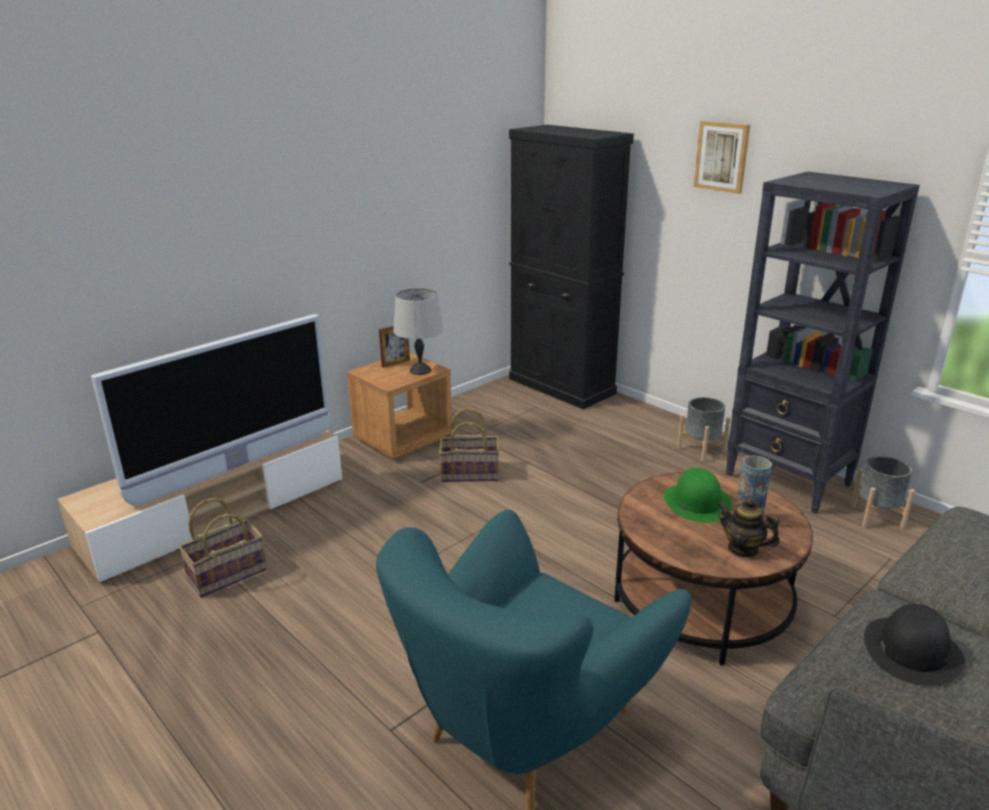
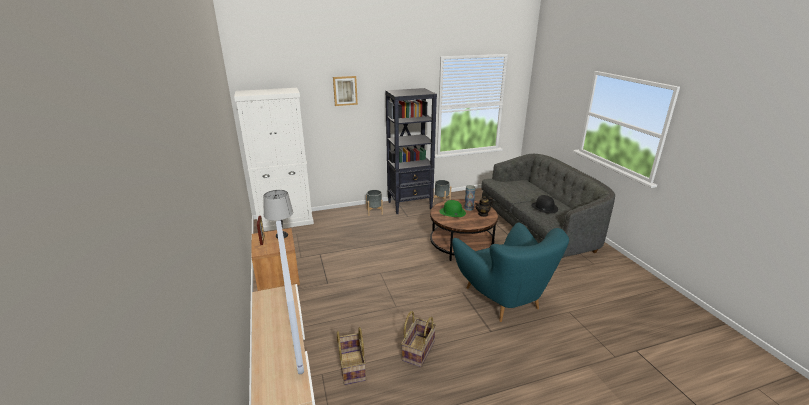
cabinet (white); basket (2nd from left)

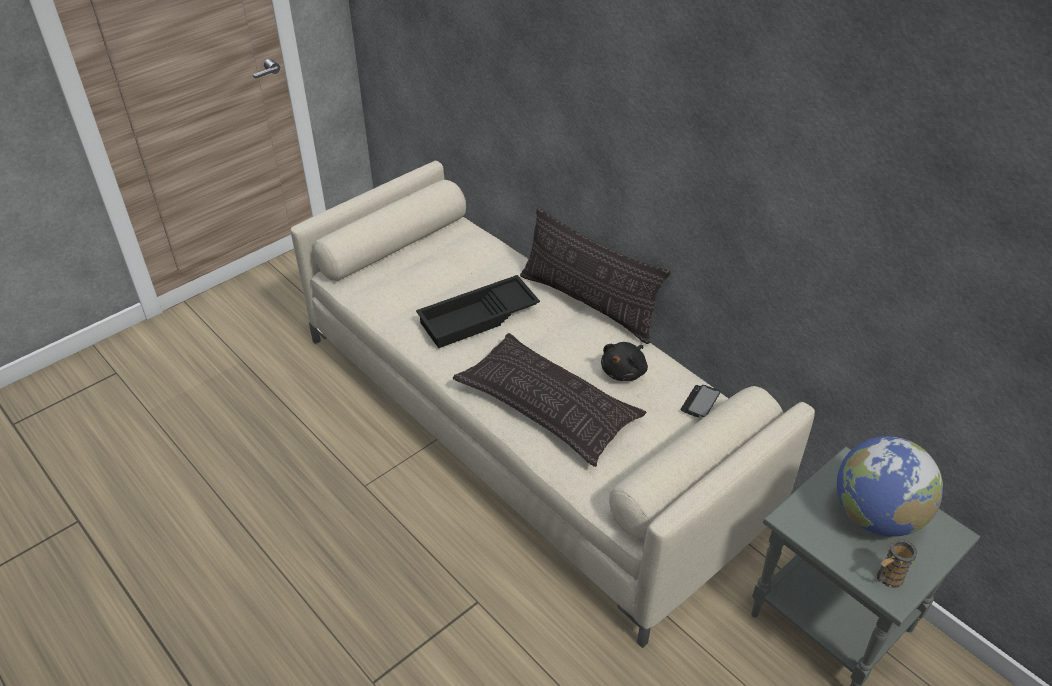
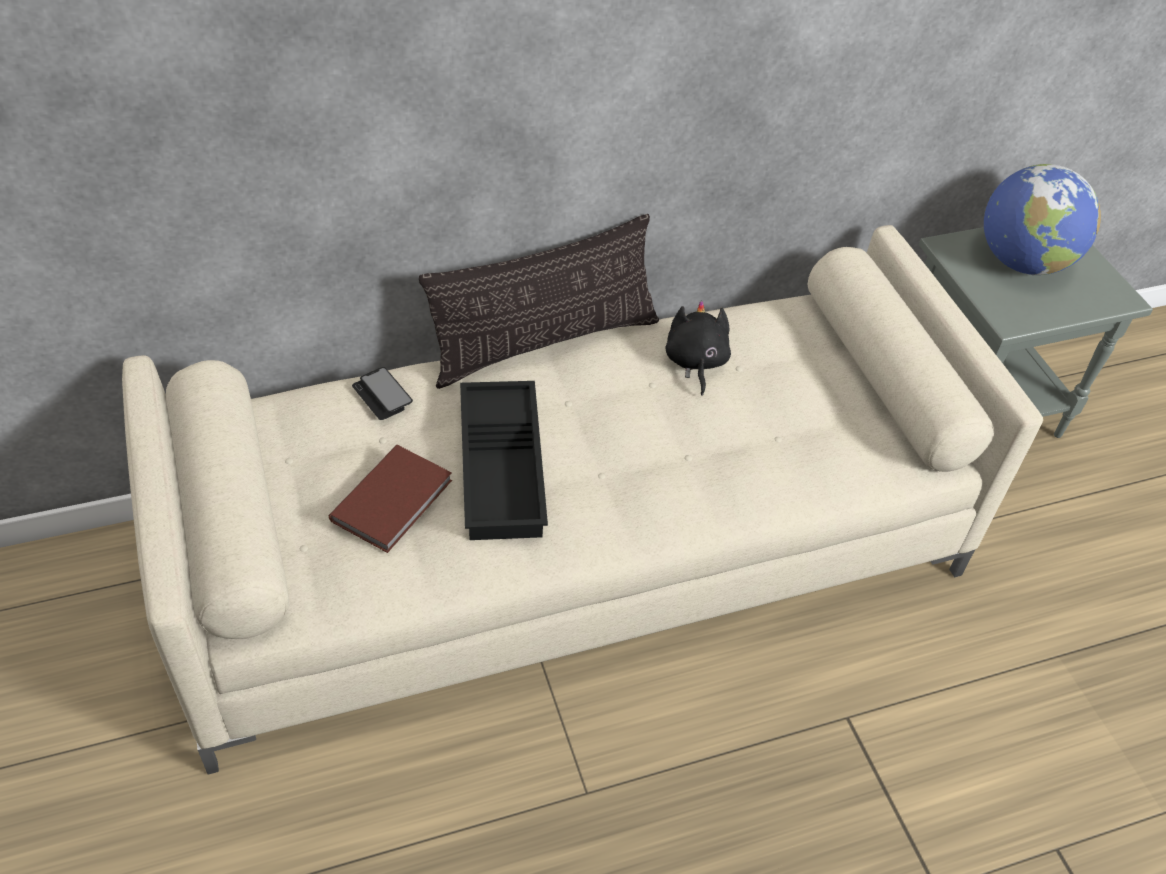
pillow (1st from left in the first image); plush toy (black); phone; mug; book (brown)

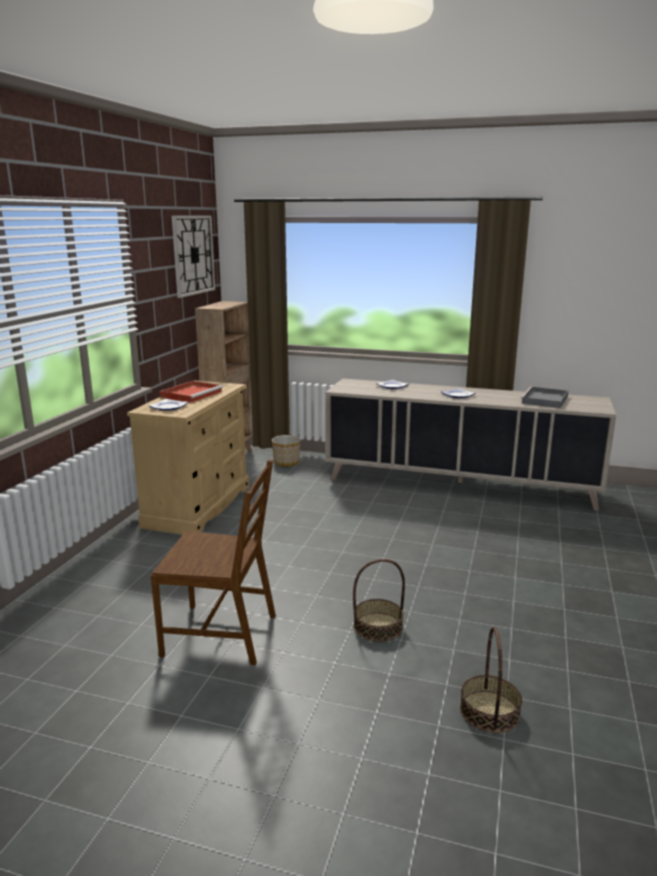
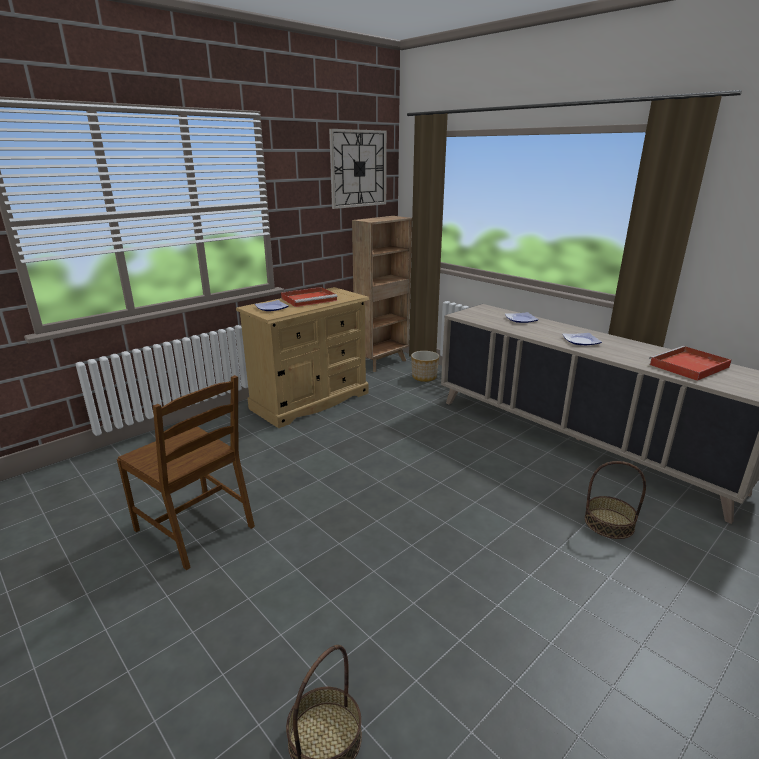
tray (red) (2nd from left); basket (2nd from left)

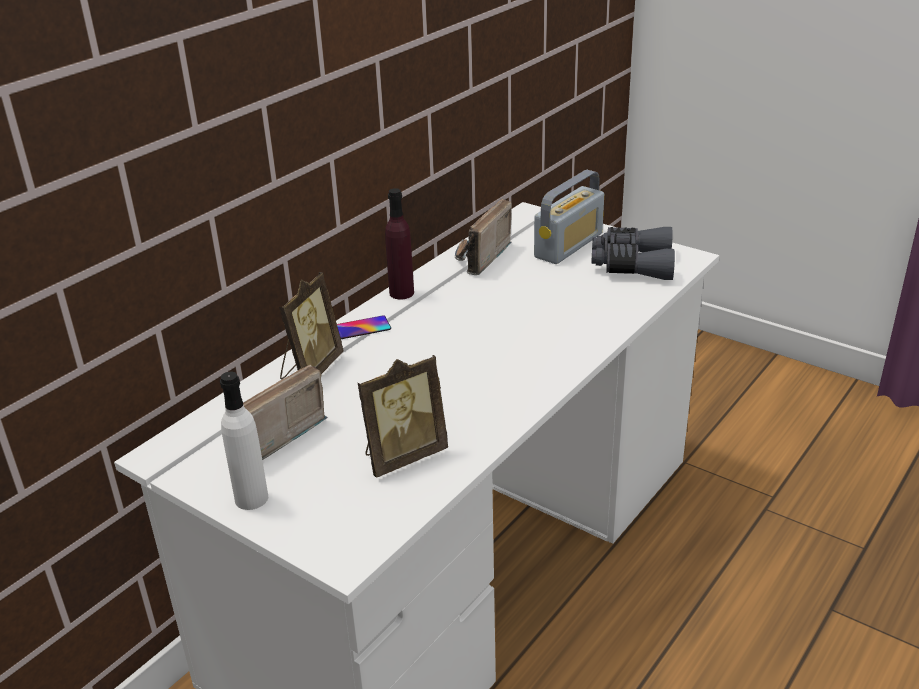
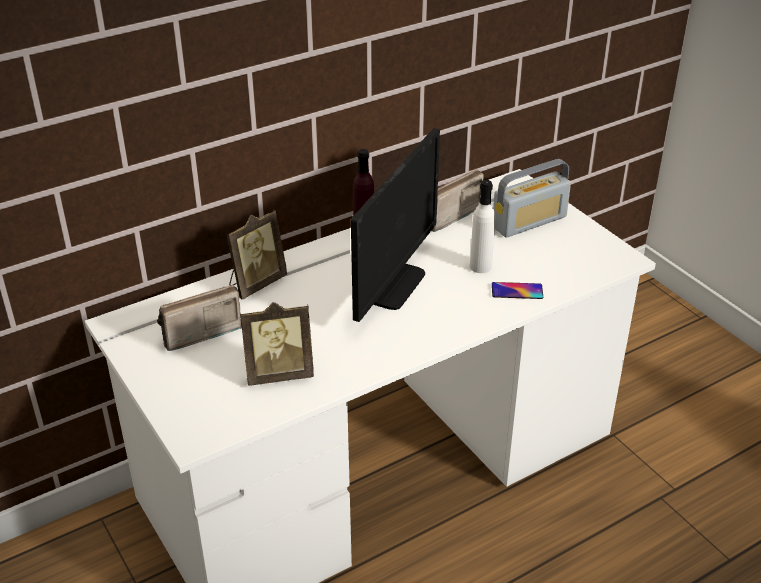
binoculars (grey); phone; bottle (white); monitor

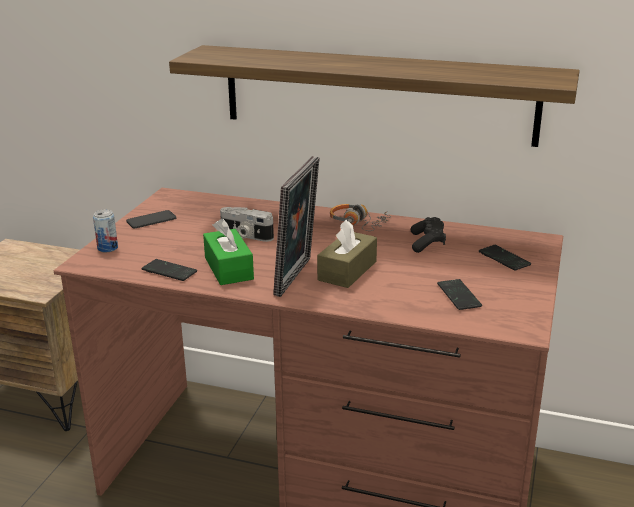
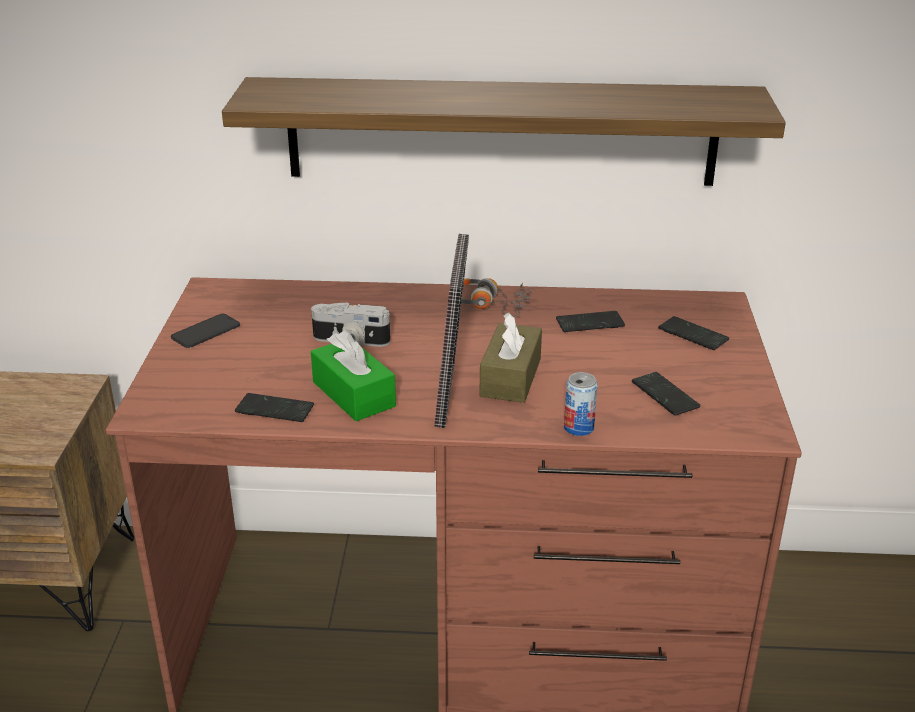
can; phone (3rd from left)

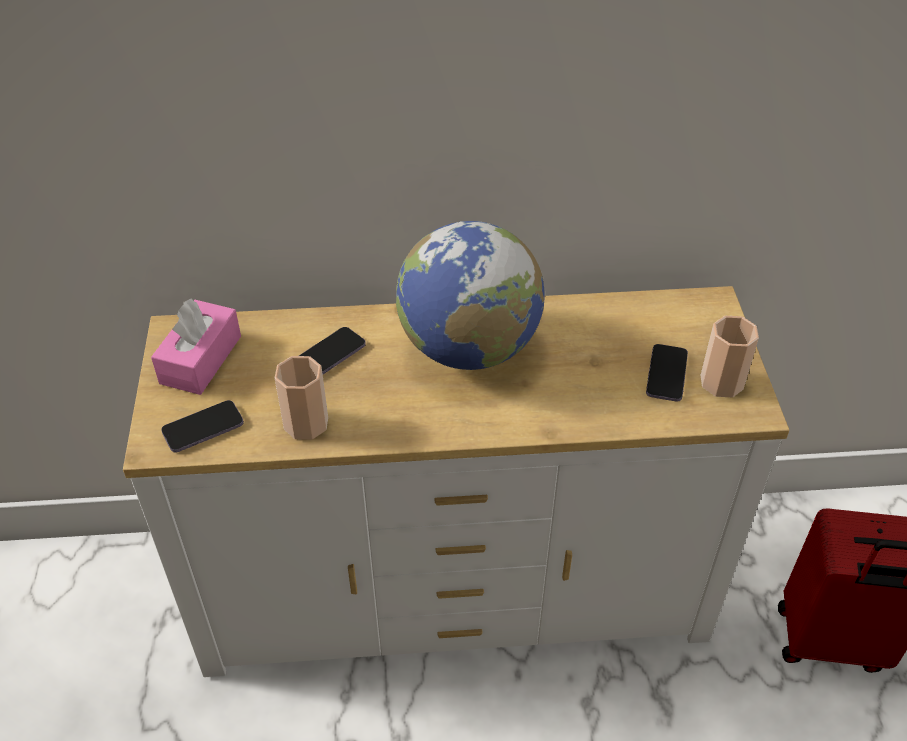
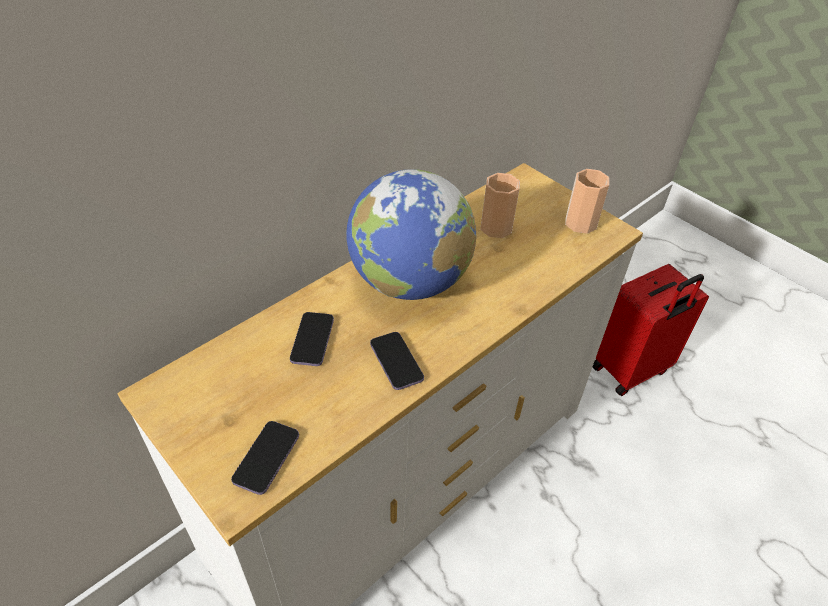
tissue box (pink); phone (3rd from left); cup (1st from left)

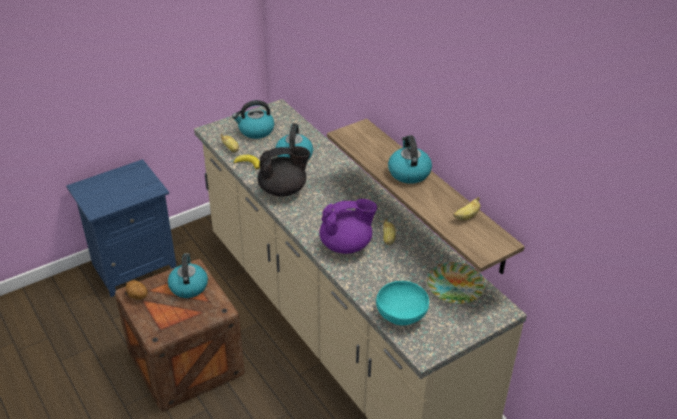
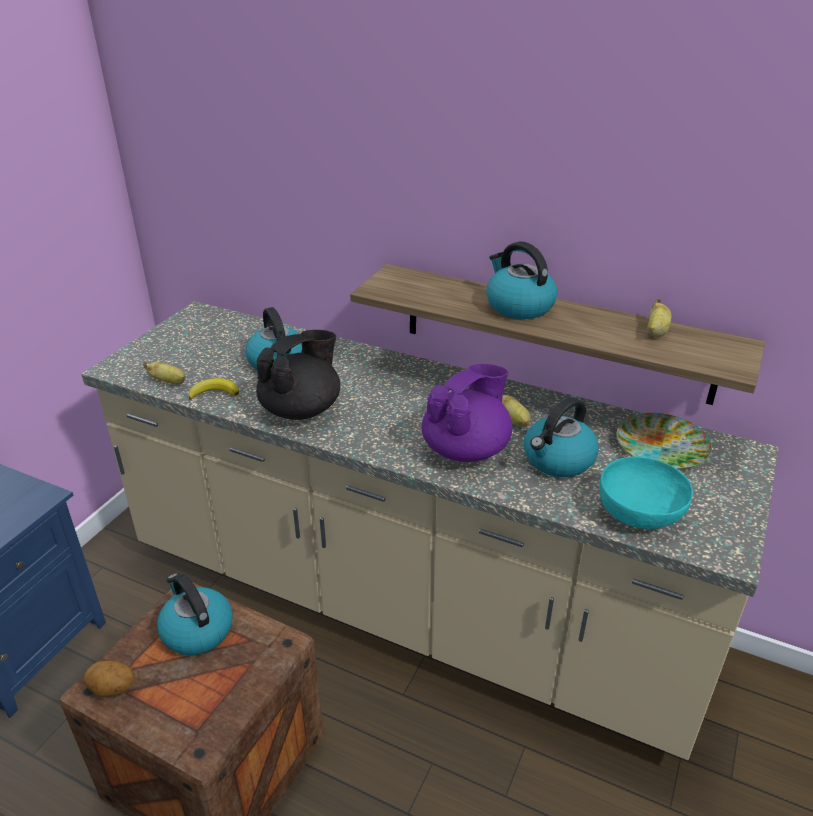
kettle (4th from left)

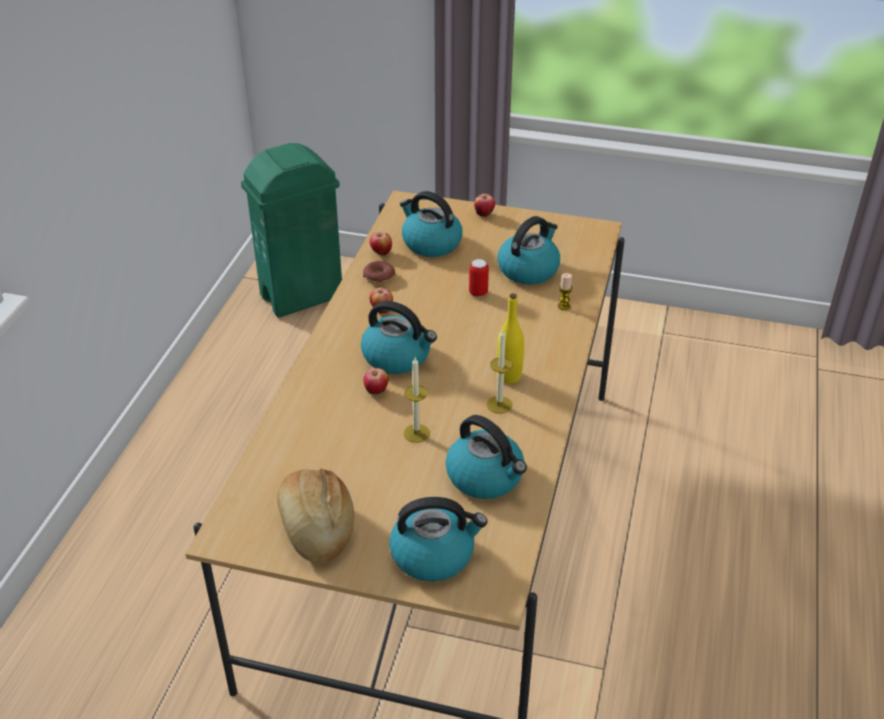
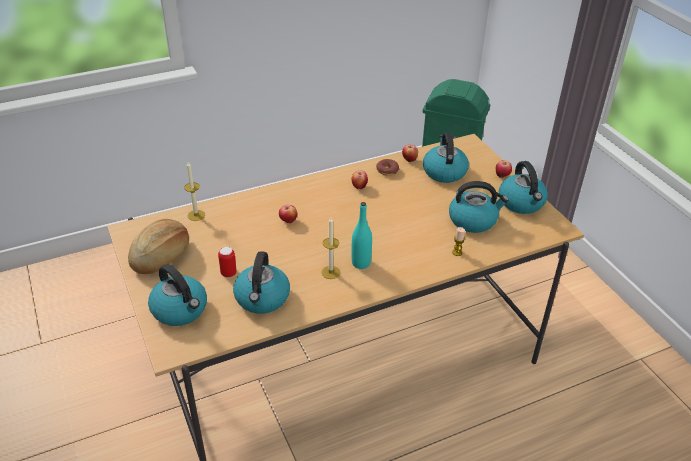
can; bottle (turquoise); kettle (5th from left); candle (1st from left)

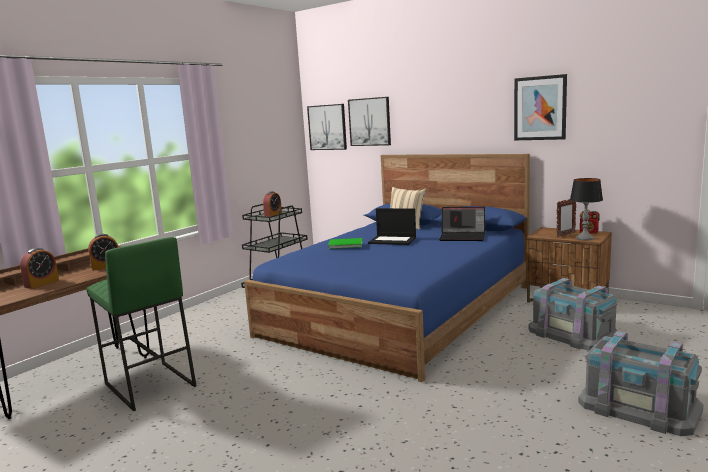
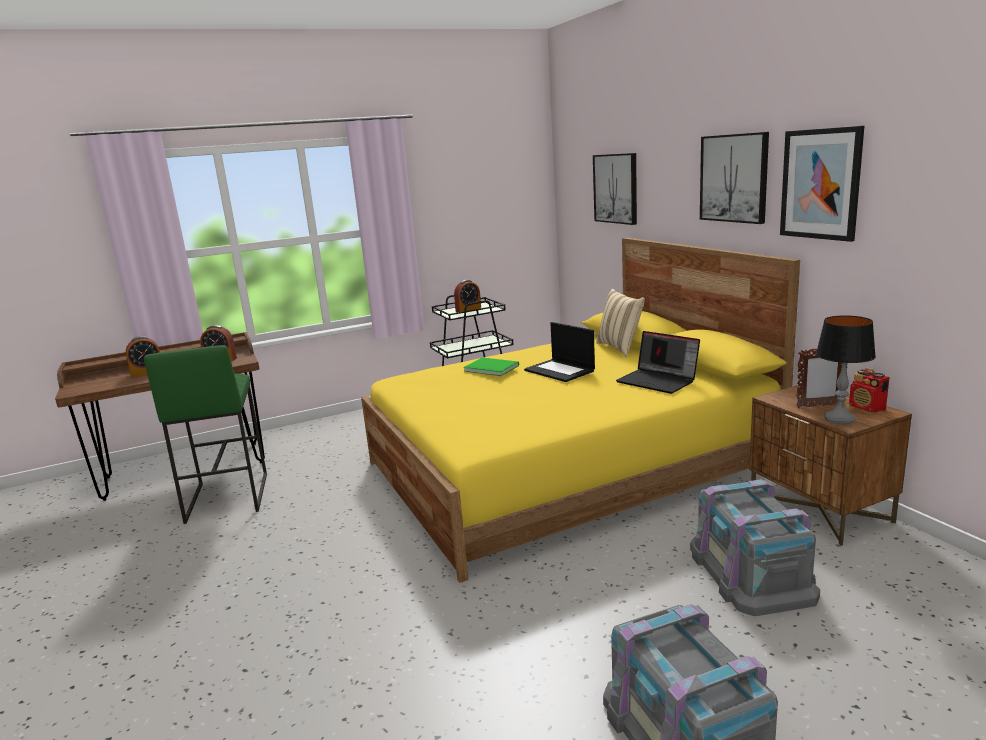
picture (2nd from left); bed (yellow)

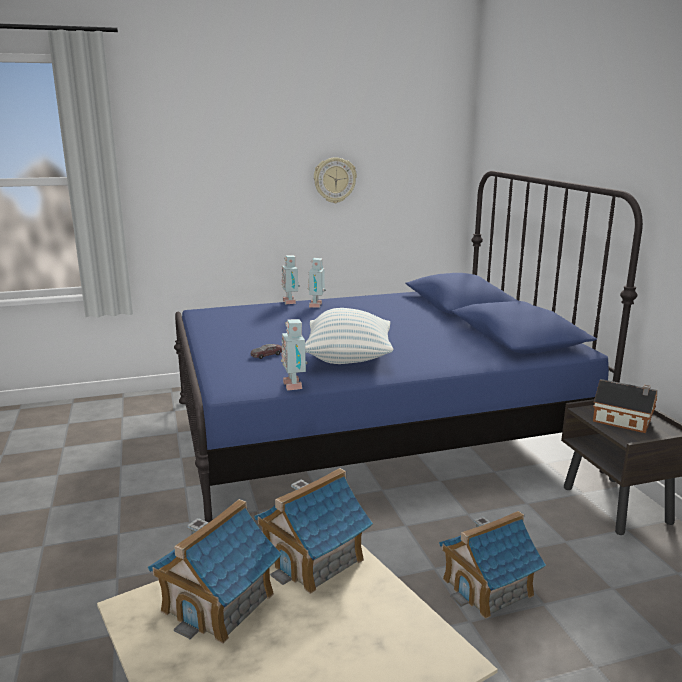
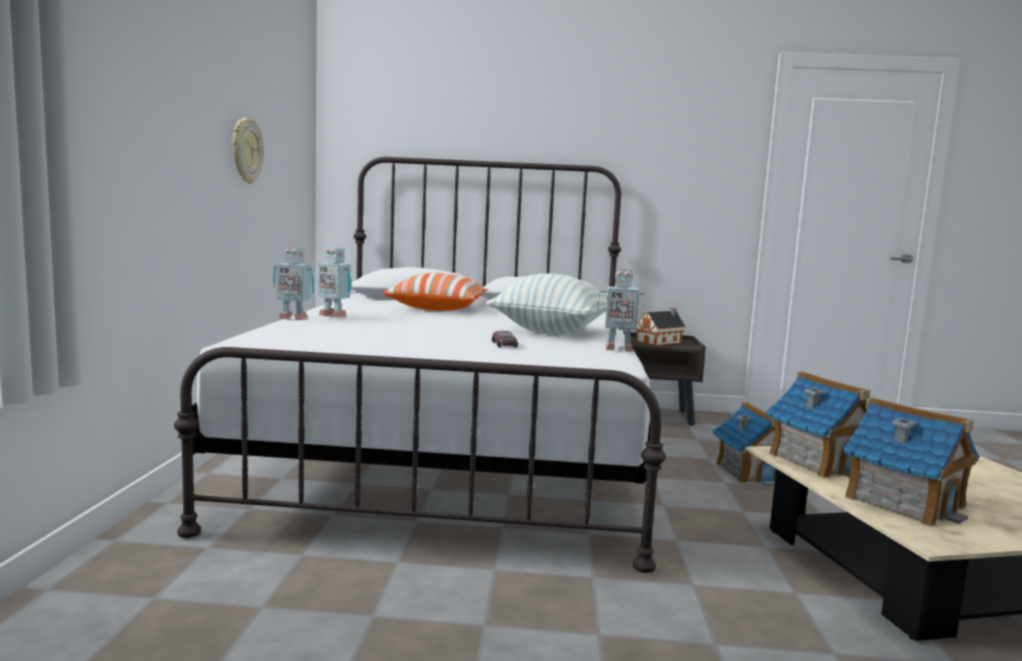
bed (white); pillow (1st from left)

